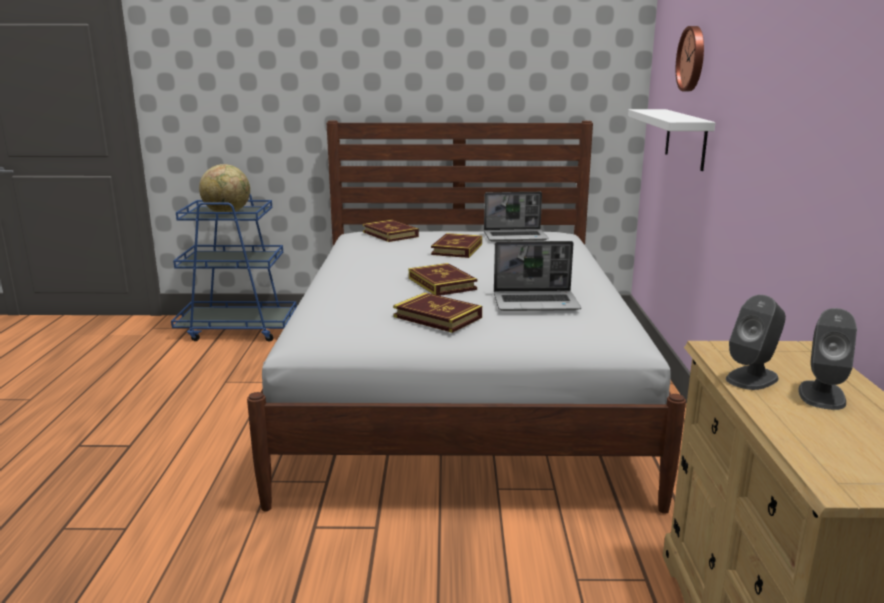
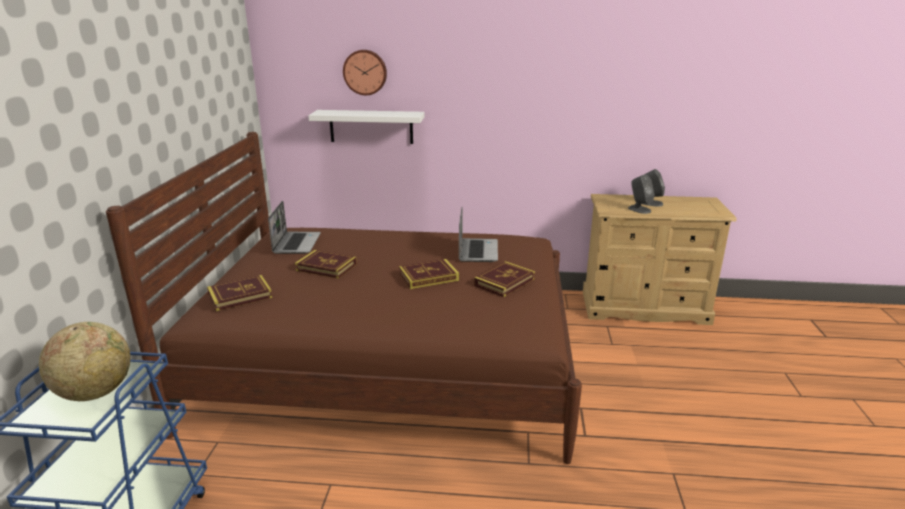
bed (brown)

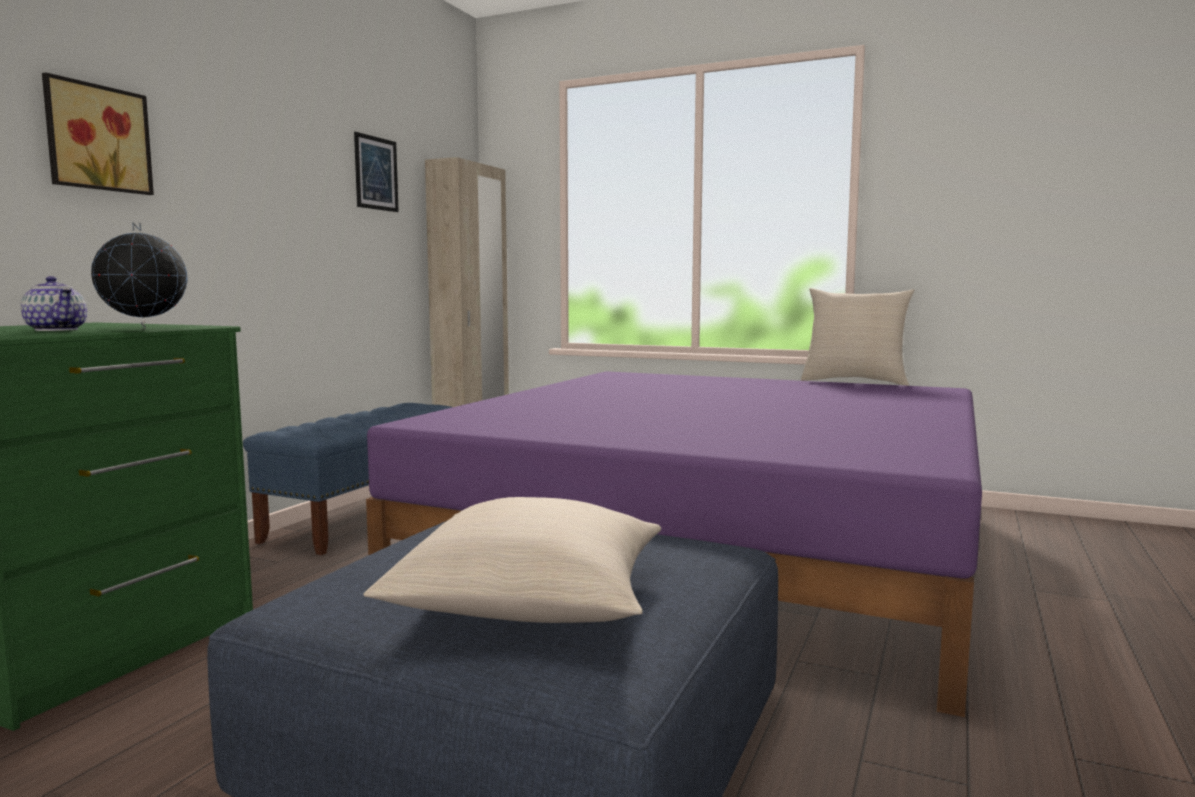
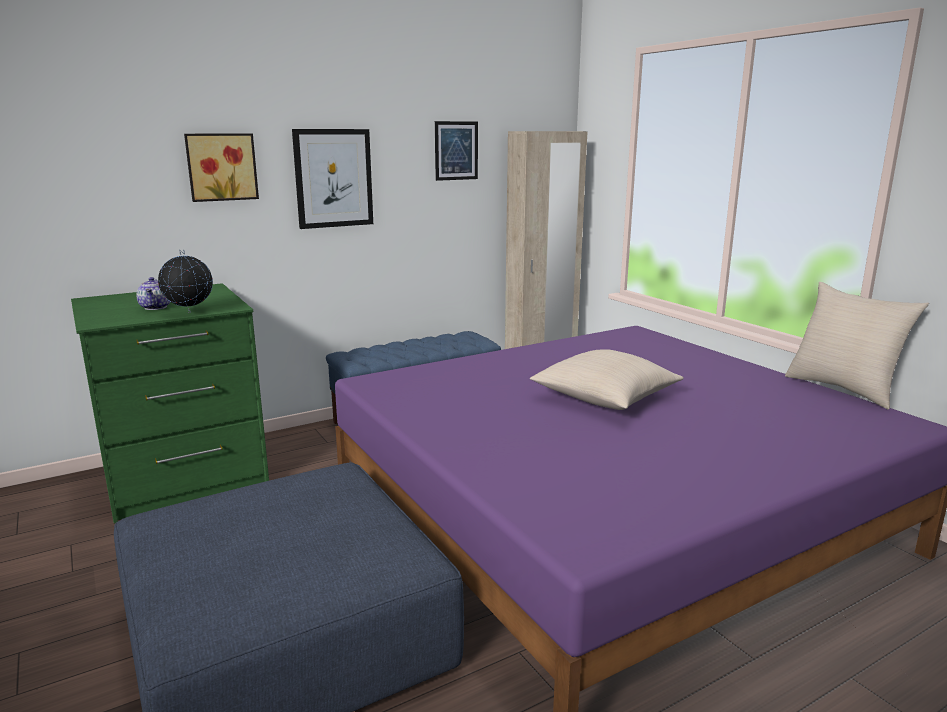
pillow (beige) (1st from left); picture (2nd from left)

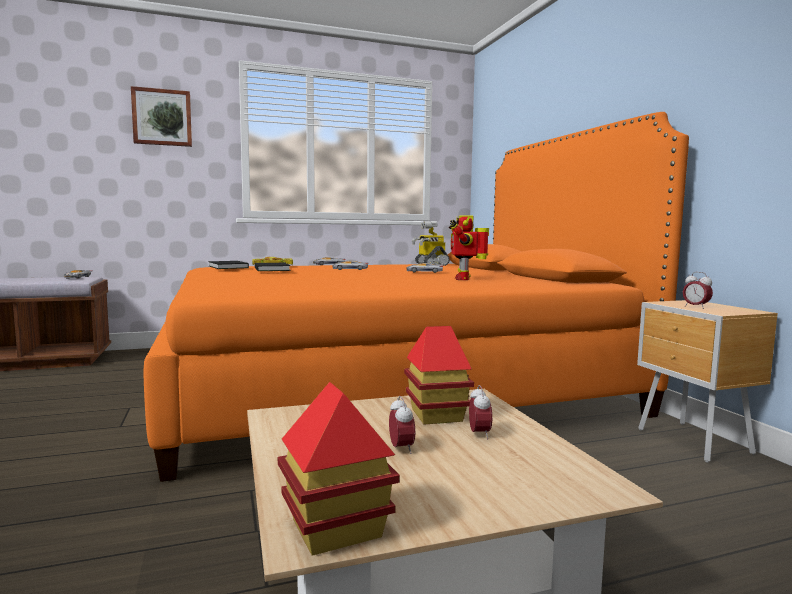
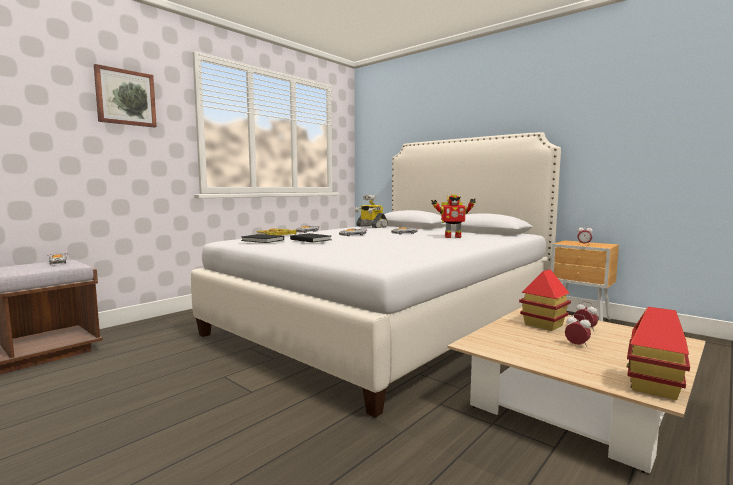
bed (white); toy robot (2nd from left)

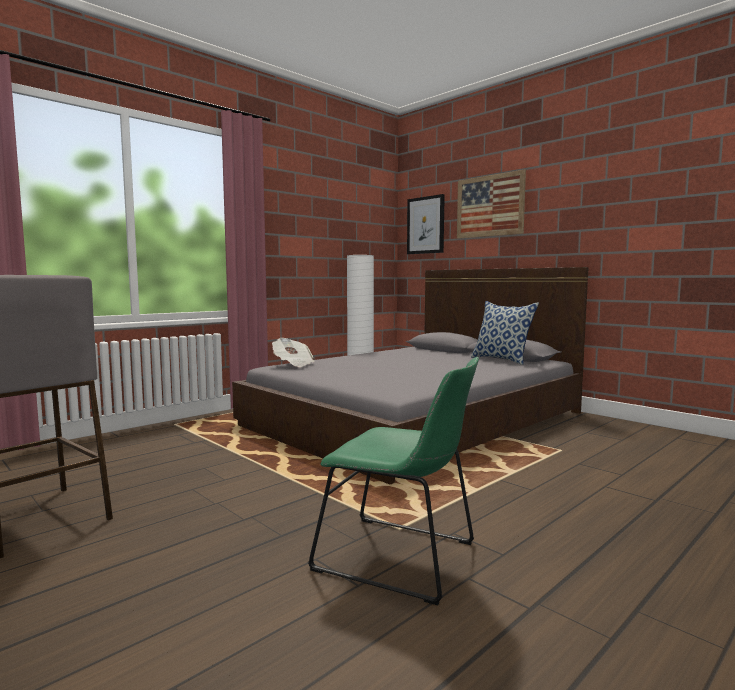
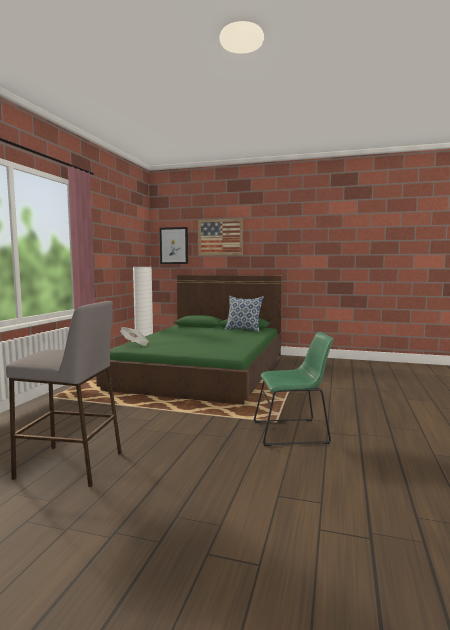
bed (green)

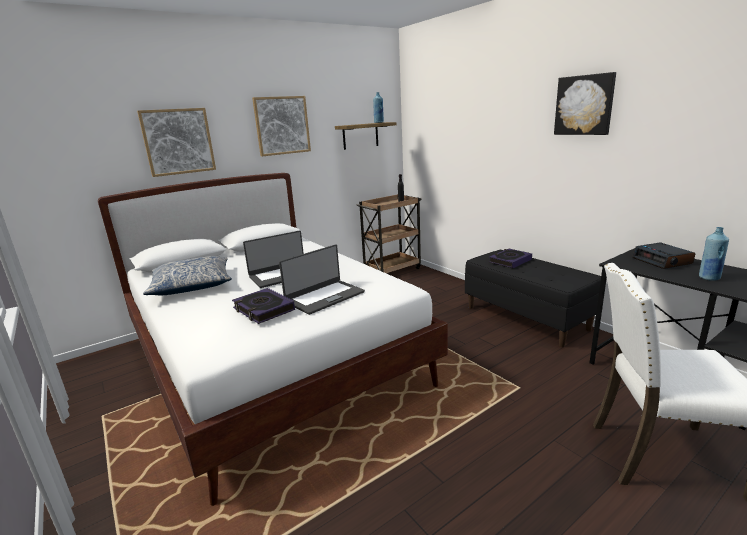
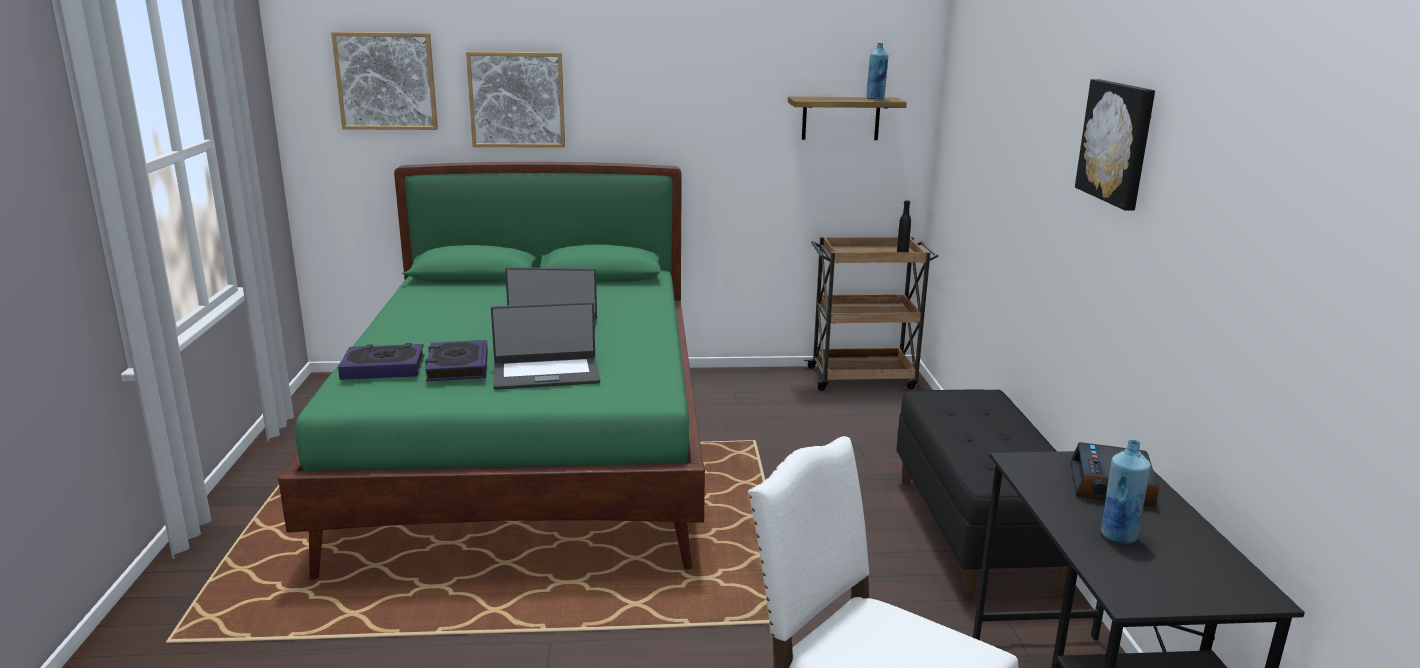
picture (1st from left); bed (green); book (1st from left); pillow

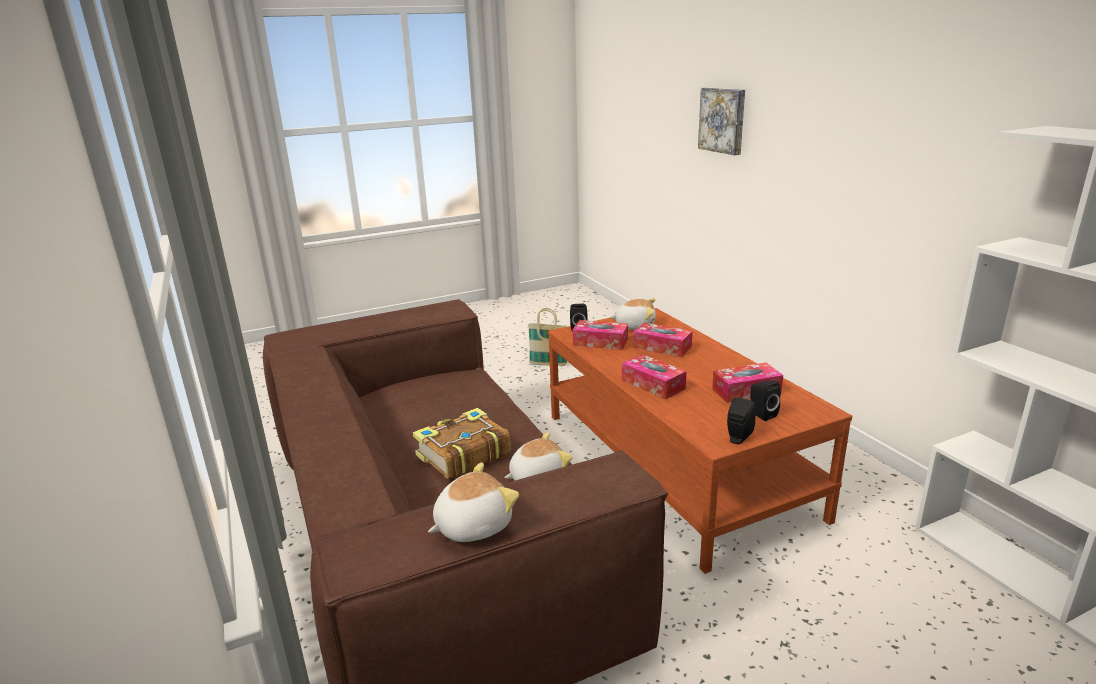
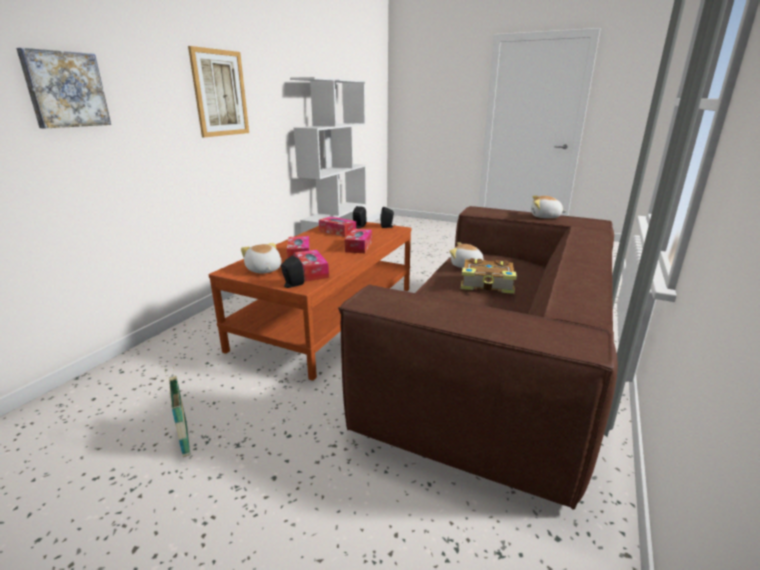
picture (2nd from left)

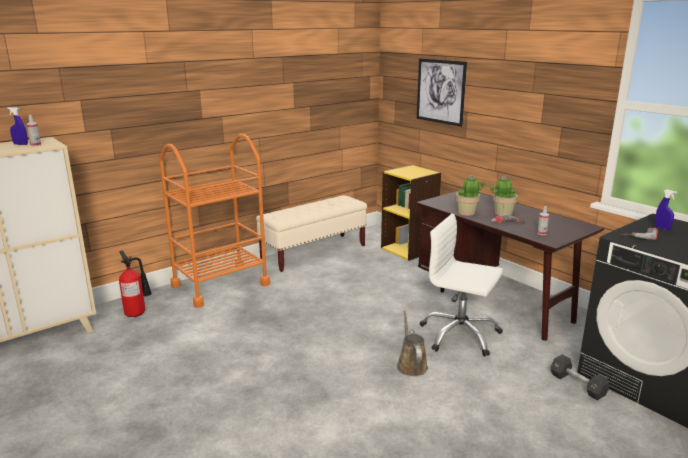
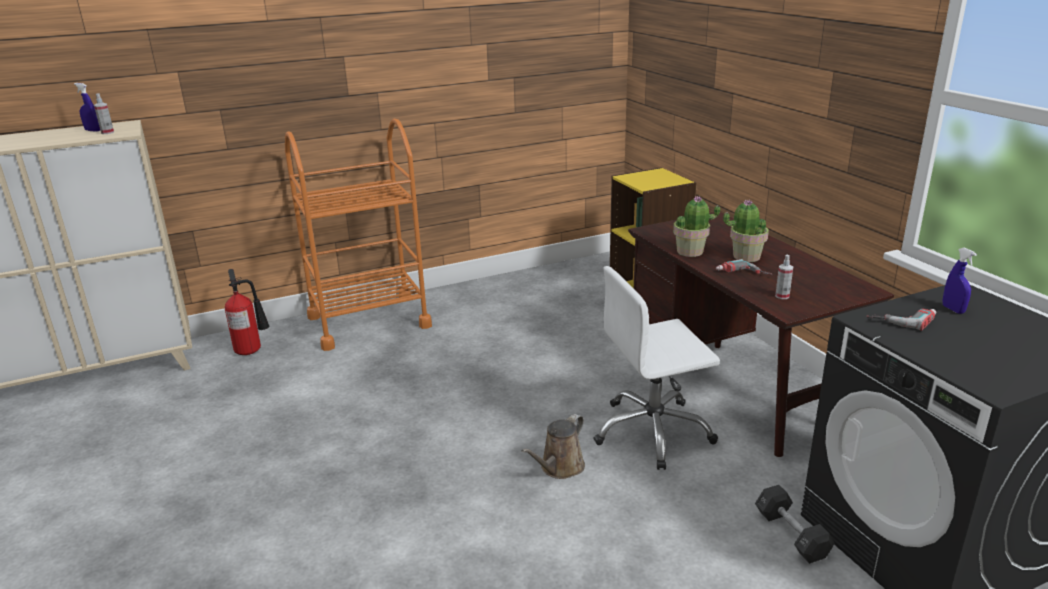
picture; bench (beige); office chair (white); watering can (brown)

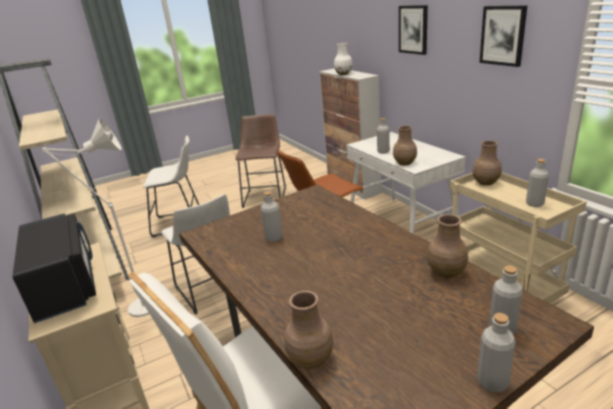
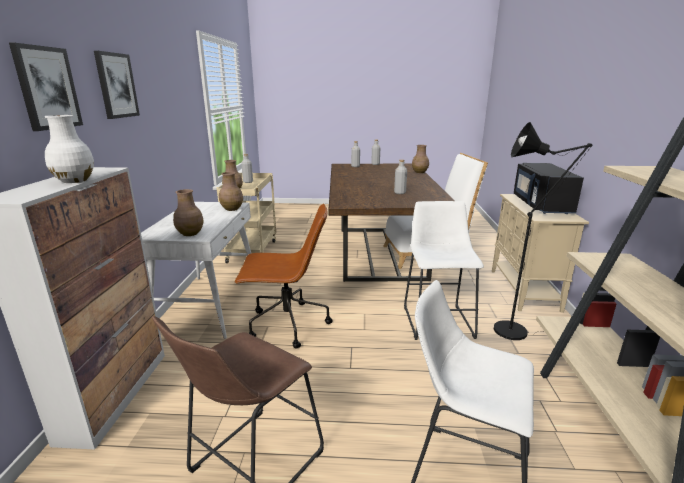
picture (1st from left); bottle (grey) (2nd from left in the first image); floor lamp (black); vase (brown) (1st from left)

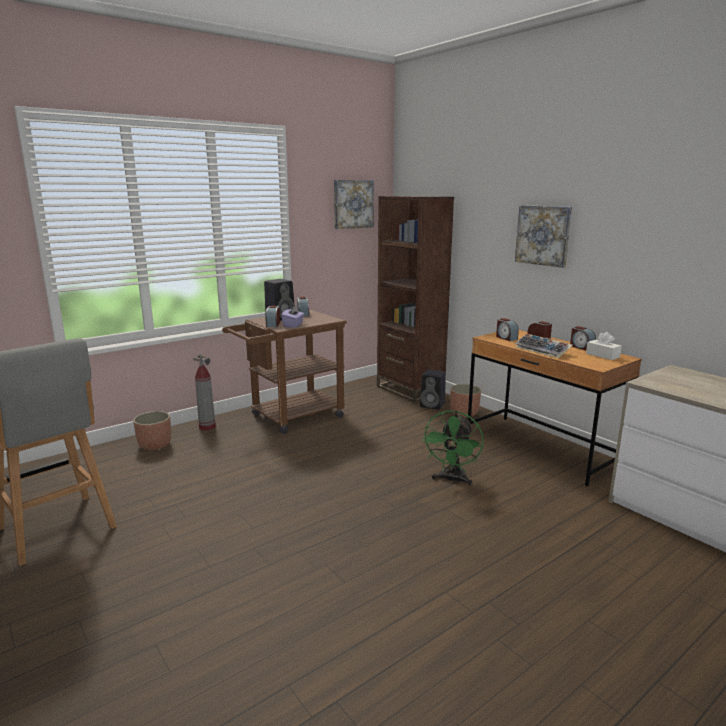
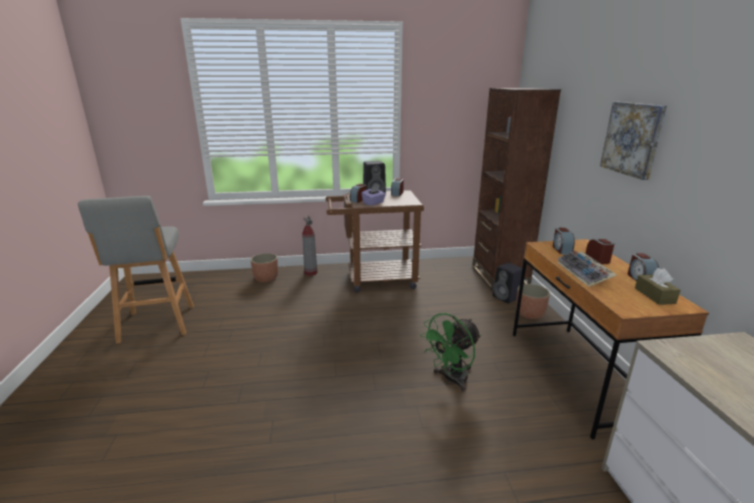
picture (1st from left in the first image); tissue box (brown)

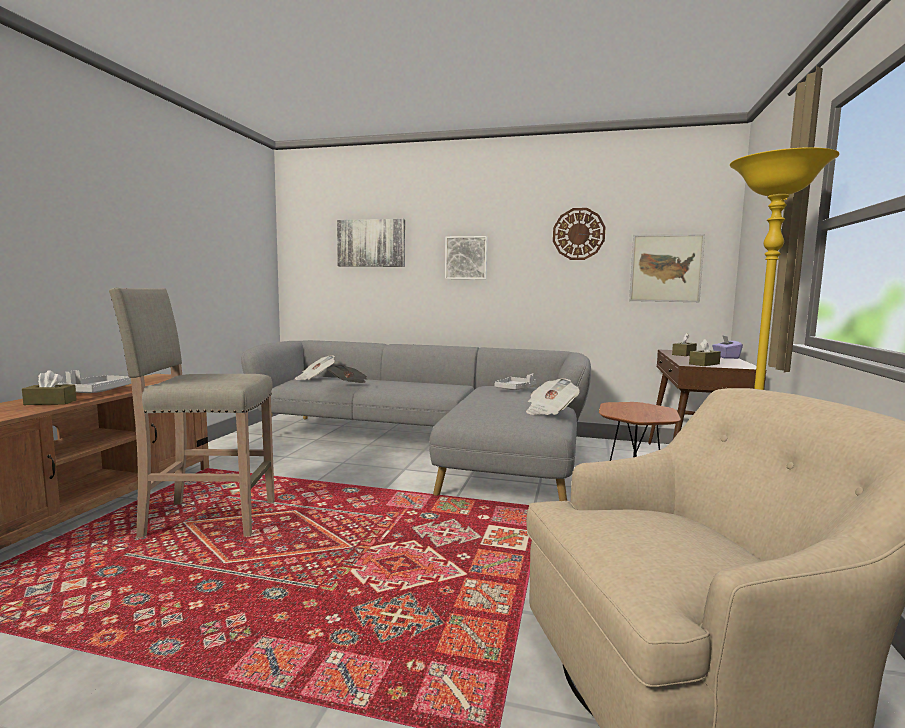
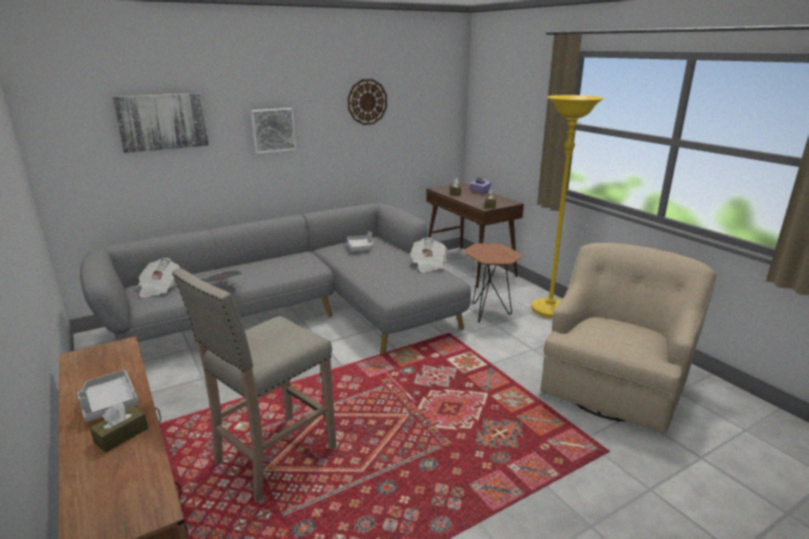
picture (3rd from left in the first image)

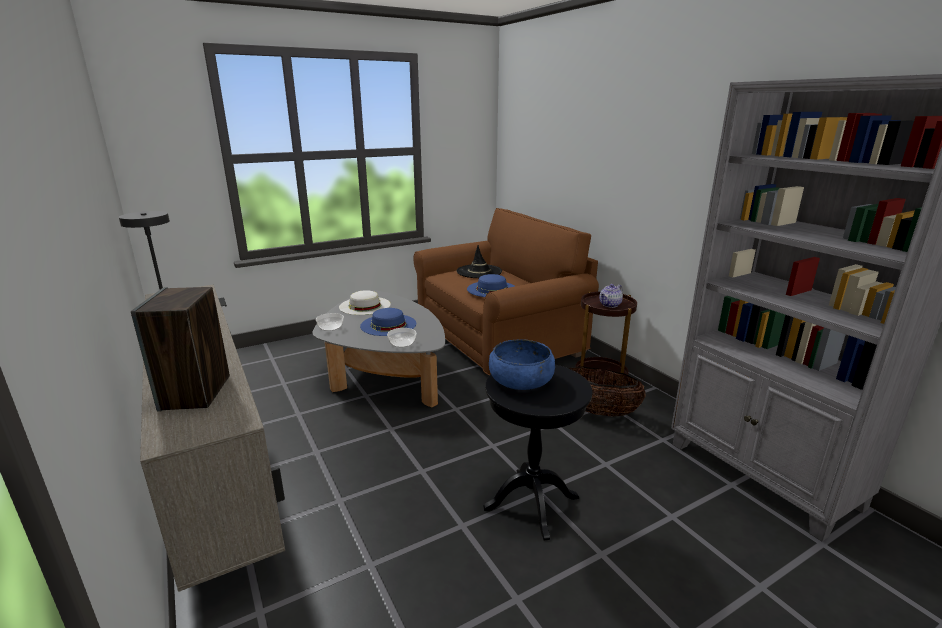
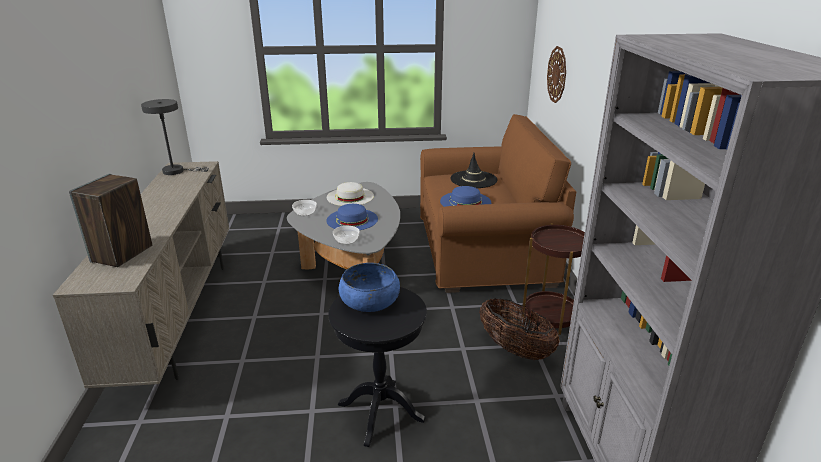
teapot; wall clock

